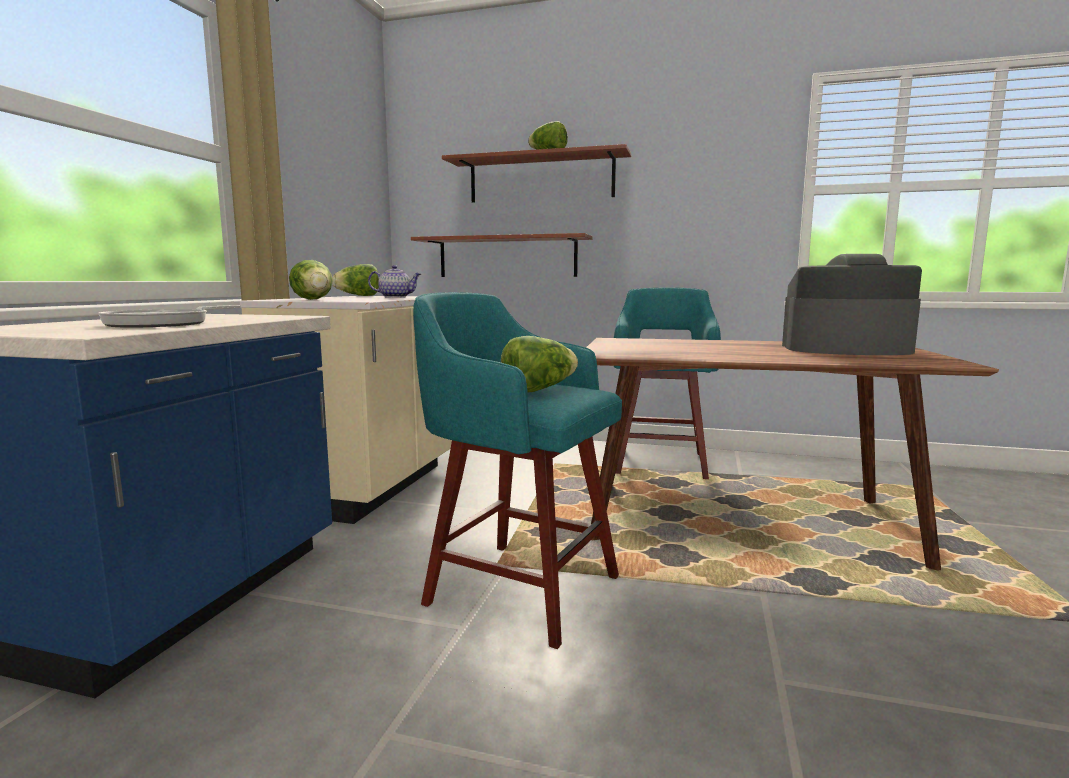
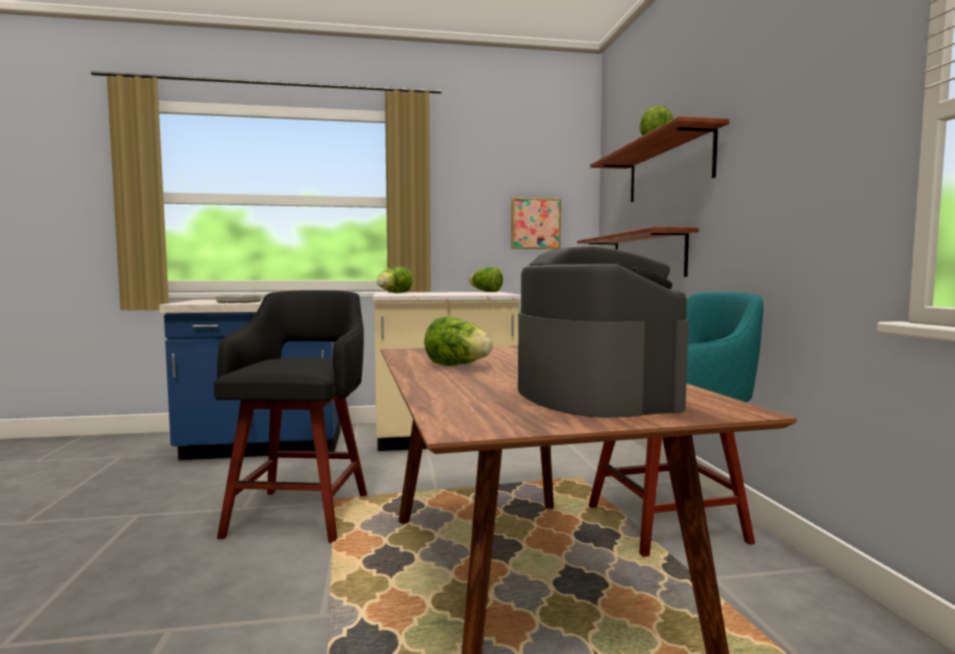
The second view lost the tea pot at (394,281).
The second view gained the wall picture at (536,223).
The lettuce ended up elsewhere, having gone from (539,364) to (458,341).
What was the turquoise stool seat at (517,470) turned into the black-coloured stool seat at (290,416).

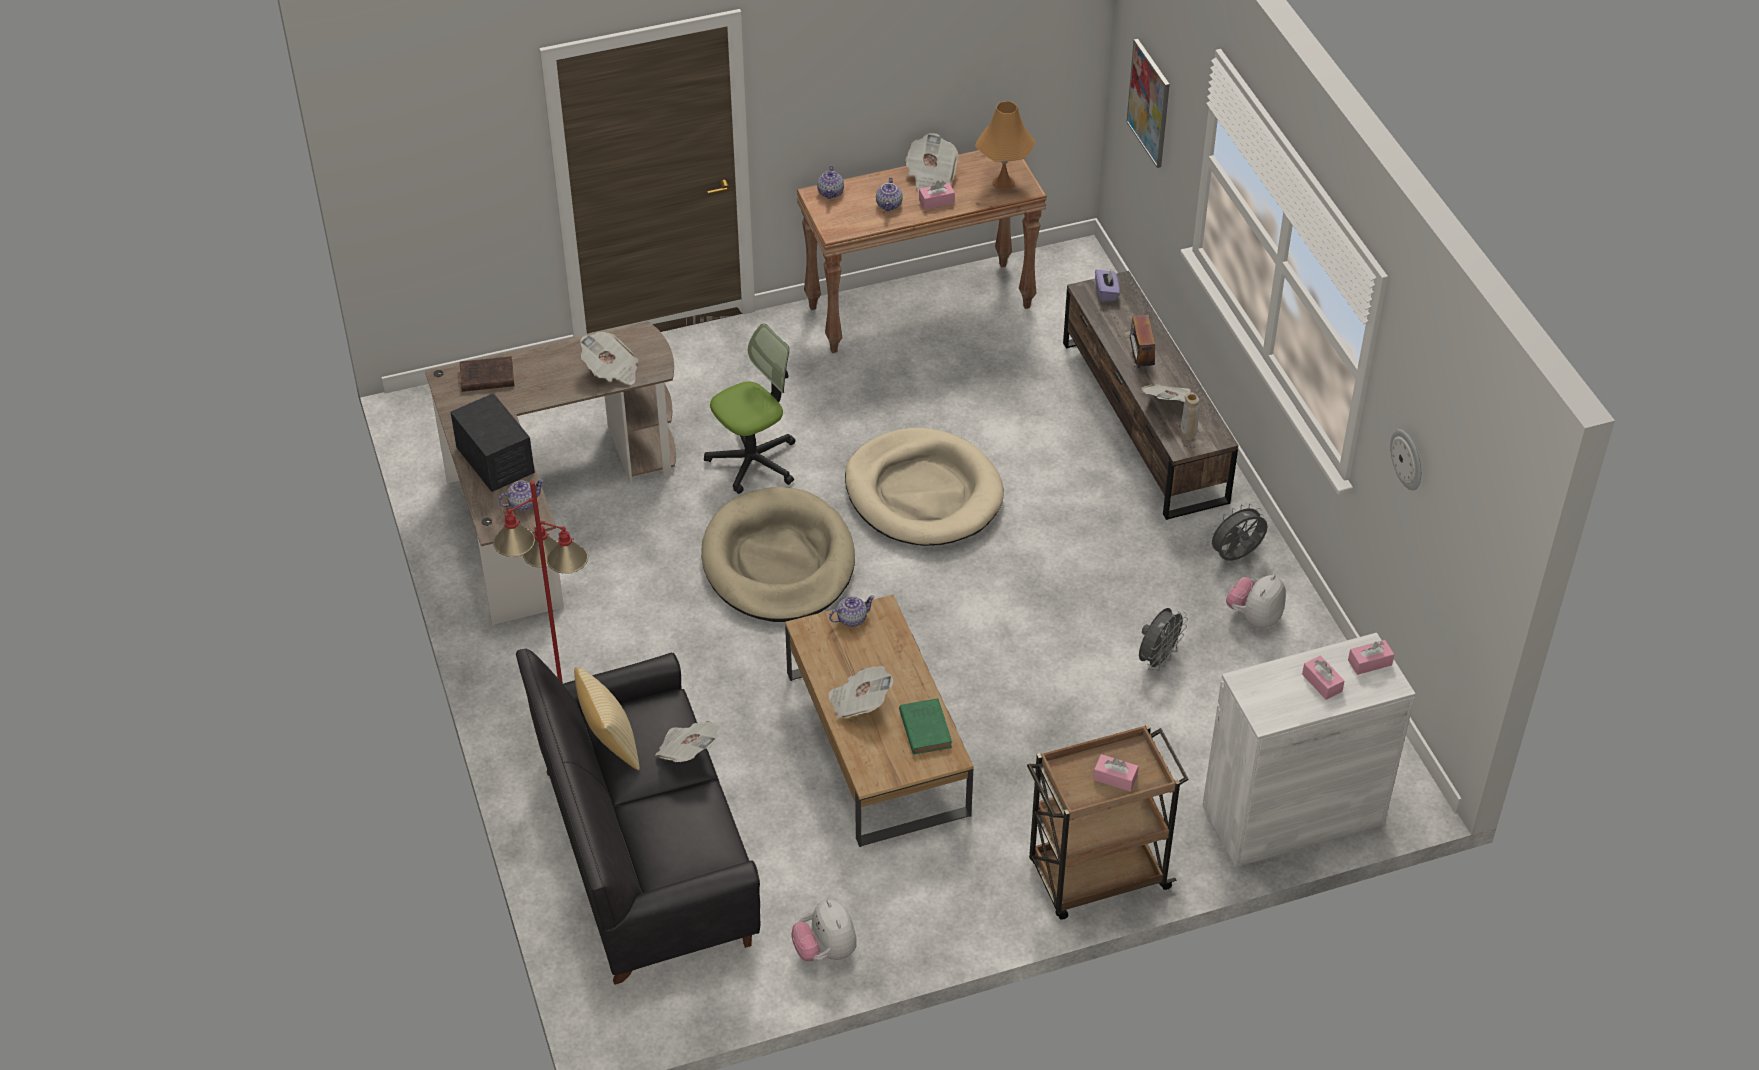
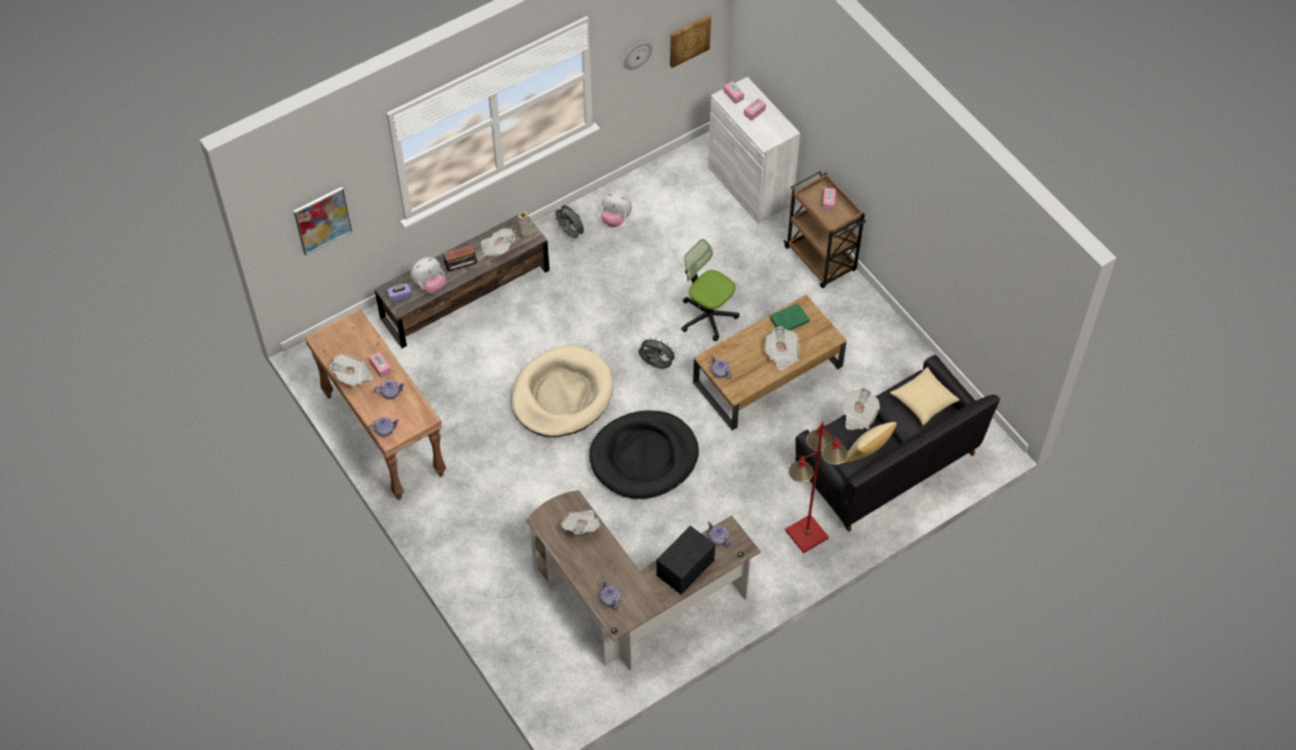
The second view lost the orange tabletop lamp at (1005,145).
The second view gained the wall picture at (690,41).
The second view gained the pillow at (925,396).
The office chair ended up elsewhere, having gone from (749,409) to (710,290).
The cuddly toy ended up elsewhere, having gone from (824,930) to (428,275).
The greyish cooling fan ended up elsewhere, having gone from (1163,639) to (658,352).
Where the brownish book stood at (487,374), the tea pot came to stand at (610,595).
What was the beige pet bed at (778,554) turned into the black-coloured pet bed at (644,454).

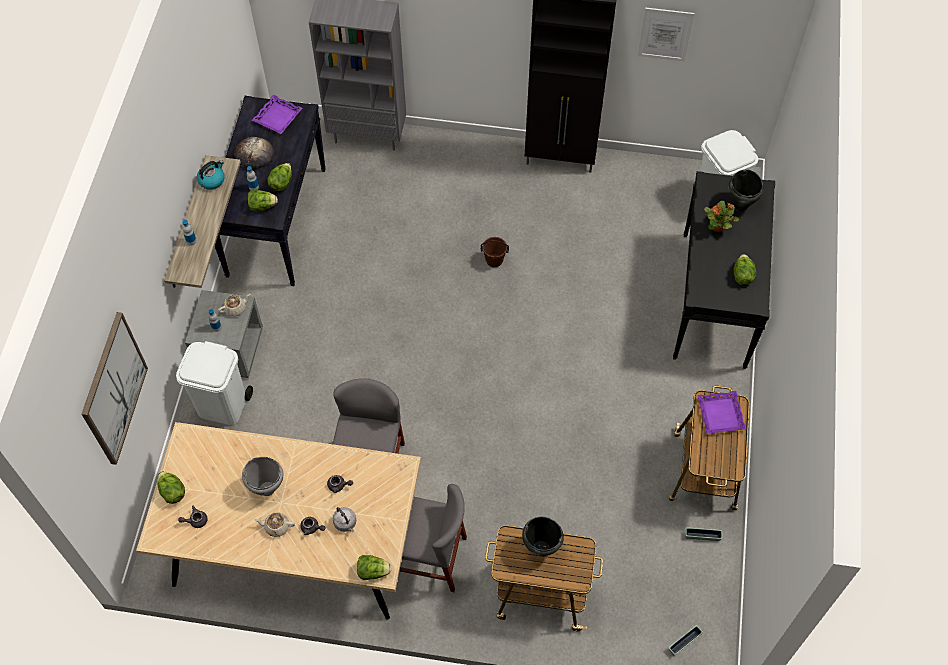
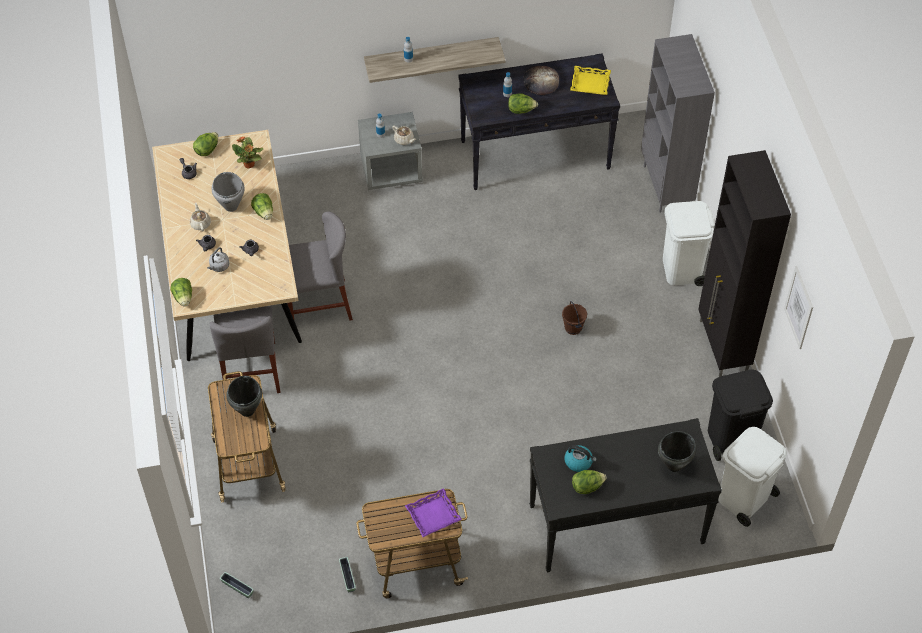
The second view lost the wall picture at (115,388).
The second view gained the black-coloured waste bin at (740,415).
The white waste bin ended up elsewhere, having gone from (214,383) to (689,243).
The tea kettle ended up elsewhere, having gone from (211,175) to (580,458).
The lettuce ended up elsewhere, having gone from (262,201) to (262,206).
The potted plant ended up elsewhere, having gone from (721,216) to (247,153).
What was the purplish serving tray at (277,114) turned into the yellowish serving tray at (590,80).

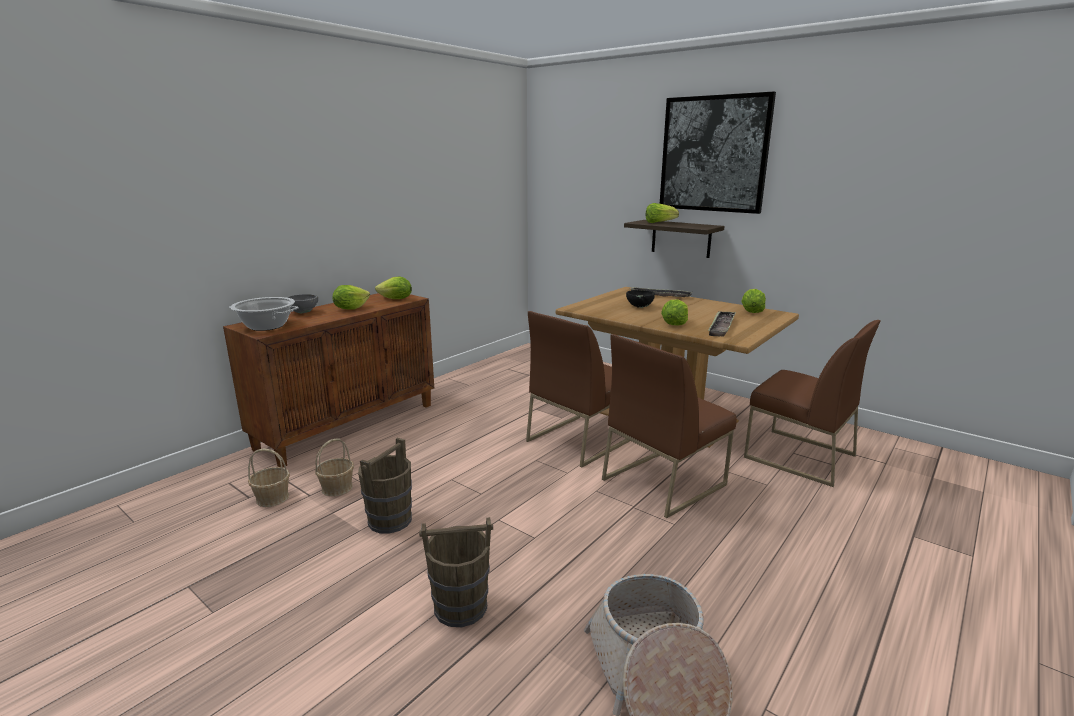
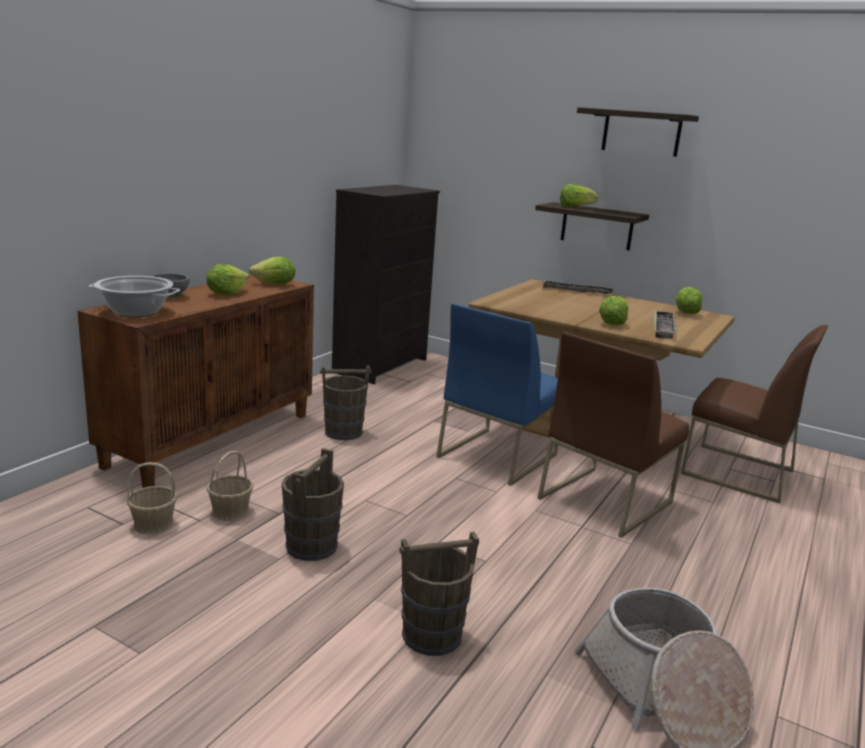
The second view lost the black-coloured bowl at (640,299).
The second view gained the brownish pail at (345,402).
The second view gained the black-coloured dresser at (386,284).
Where the wall picture hung at (718,152), the wall shelf came to hang at (638,132).
What was the brownish upright chair at (578,389) turned into the blue upright chair at (497,395).

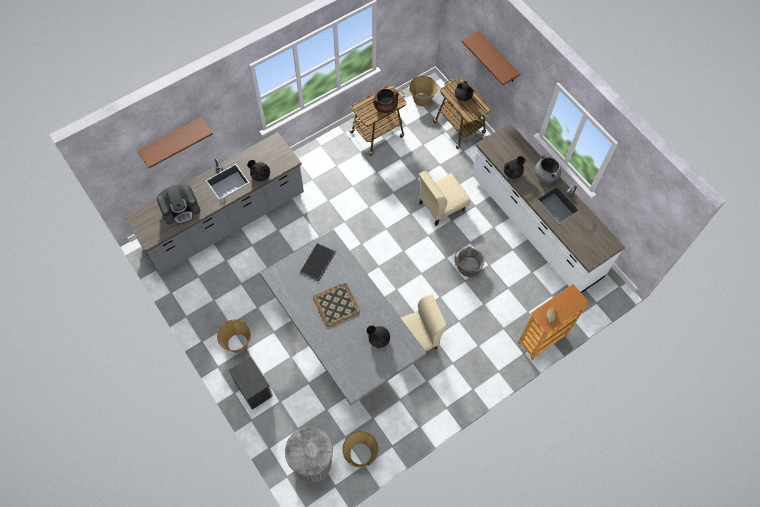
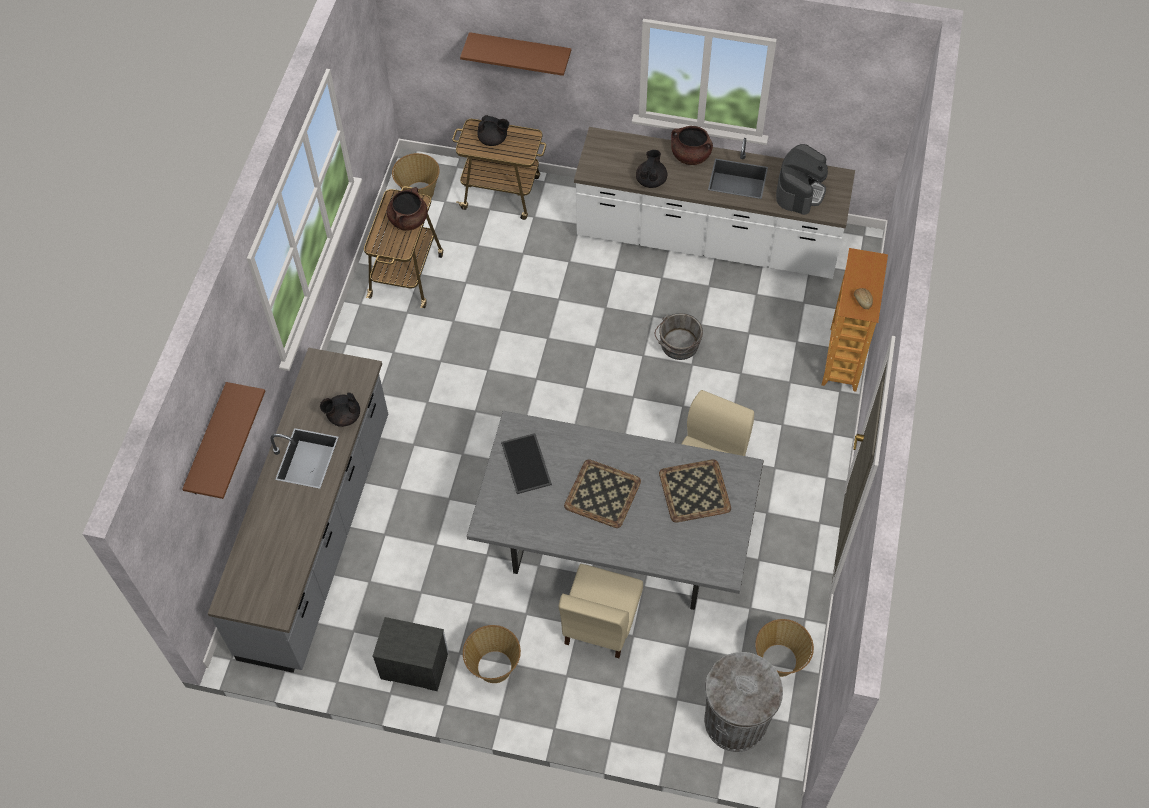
The coffee maker ended up elsewhere, having gone from (179,204) to (802,179).
The nightstand ended up elsewhere, having gone from (250,383) to (410,654).
The beige upright chair ended up elsewhere, having gone from (444,198) to (600,611).
Where the black-coloured tea pot stood at (378,336), the serving tray came to stand at (695,490).
What was the greyish stockpot at (548,168) turned into the brownish stockpot at (692,145).

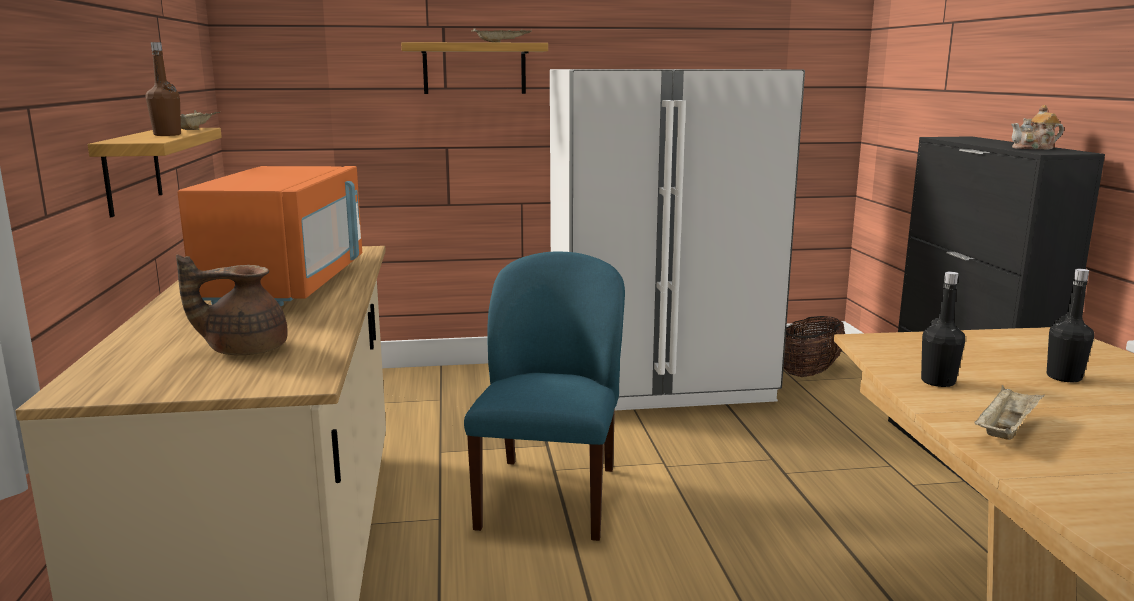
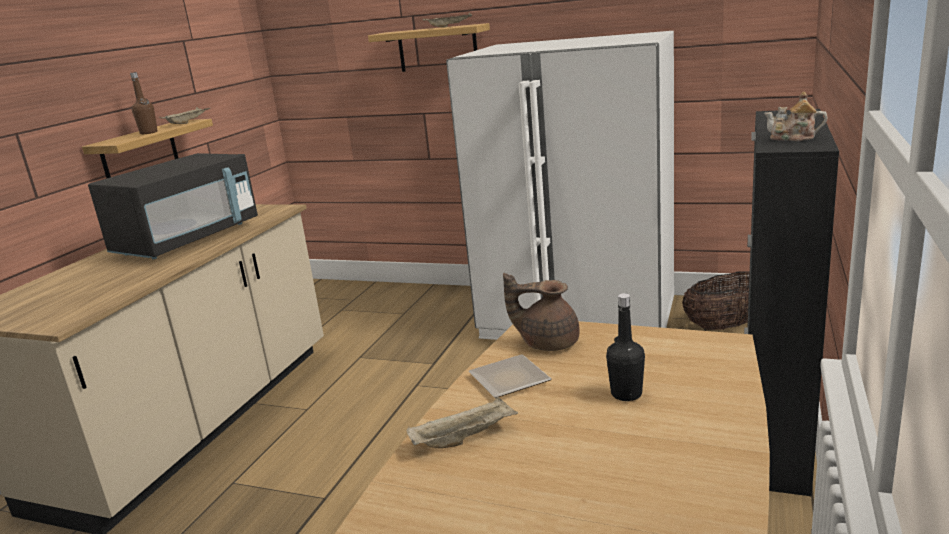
The second view lost the blue upright chair at (544,396).
The brownish tea pot ended up elsewhere, having gone from (232,305) to (541,312).
Where the black-coloured beverage bottle stood at (943,329), the plate came to stand at (510,376).
What was the orange kitchen microwave at (270,236) turned into the black-coloured kitchen microwave at (173,206).

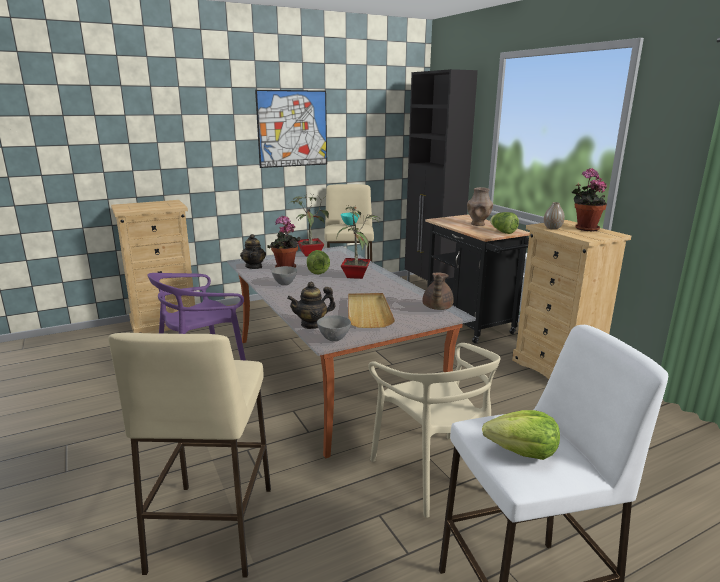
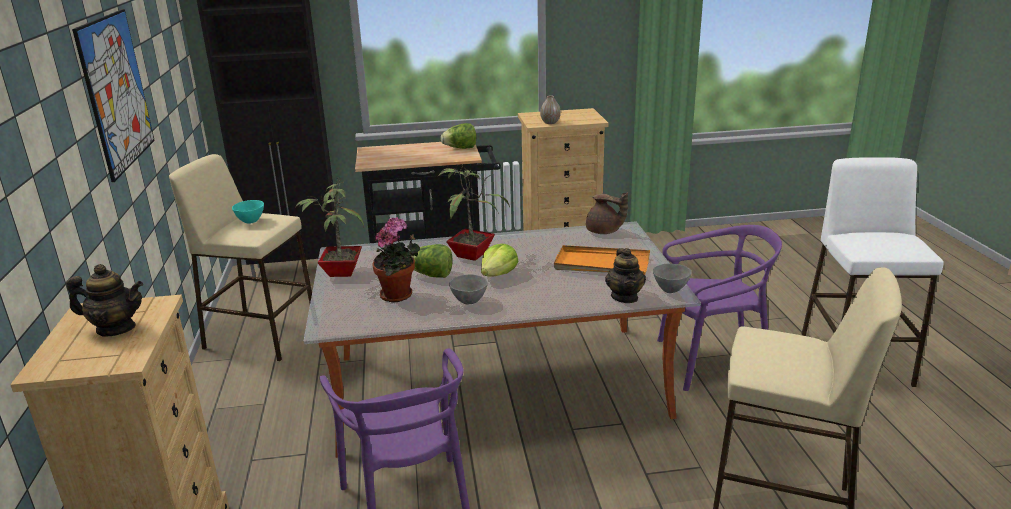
The second view lost the brownish decorative vase at (480,206).
The second view lost the potted plant at (589,199).
The tea pot ended up elsewhere, having gone from (253,251) to (104,300).
The lettuce ended up elsewhere, having gone from (521,435) to (500,260).
What was the beige serving tray at (371,310) turned into the orange serving tray at (602,260).
What was the beige upright chair at (435,430) turned into the purplish upright chair at (719,308).

